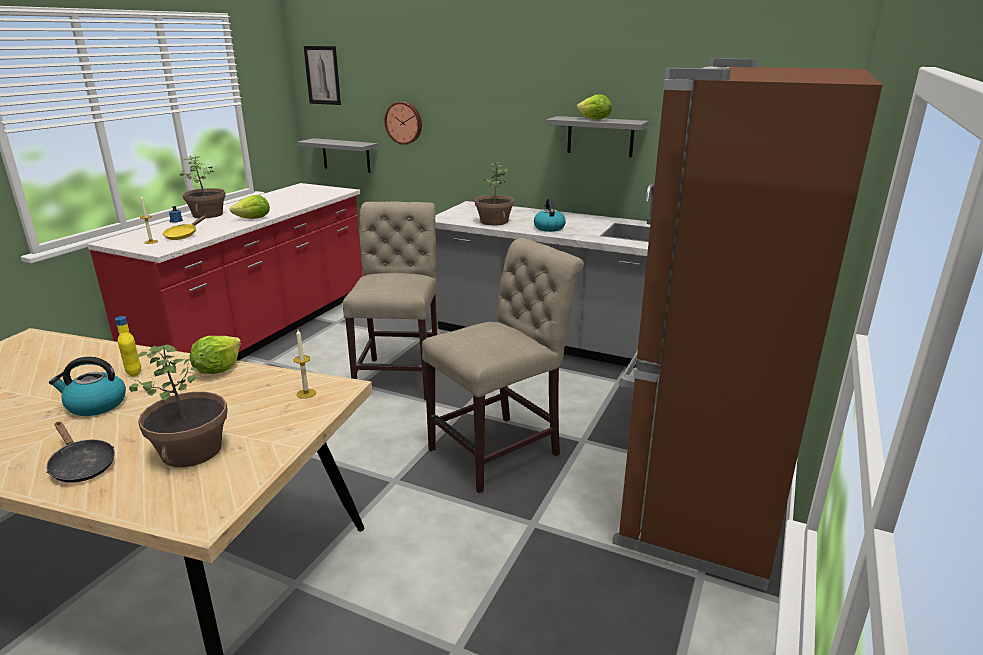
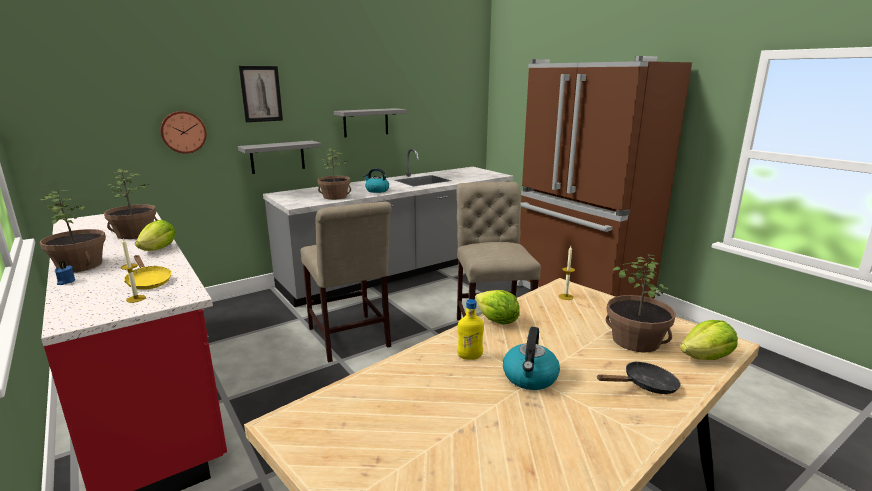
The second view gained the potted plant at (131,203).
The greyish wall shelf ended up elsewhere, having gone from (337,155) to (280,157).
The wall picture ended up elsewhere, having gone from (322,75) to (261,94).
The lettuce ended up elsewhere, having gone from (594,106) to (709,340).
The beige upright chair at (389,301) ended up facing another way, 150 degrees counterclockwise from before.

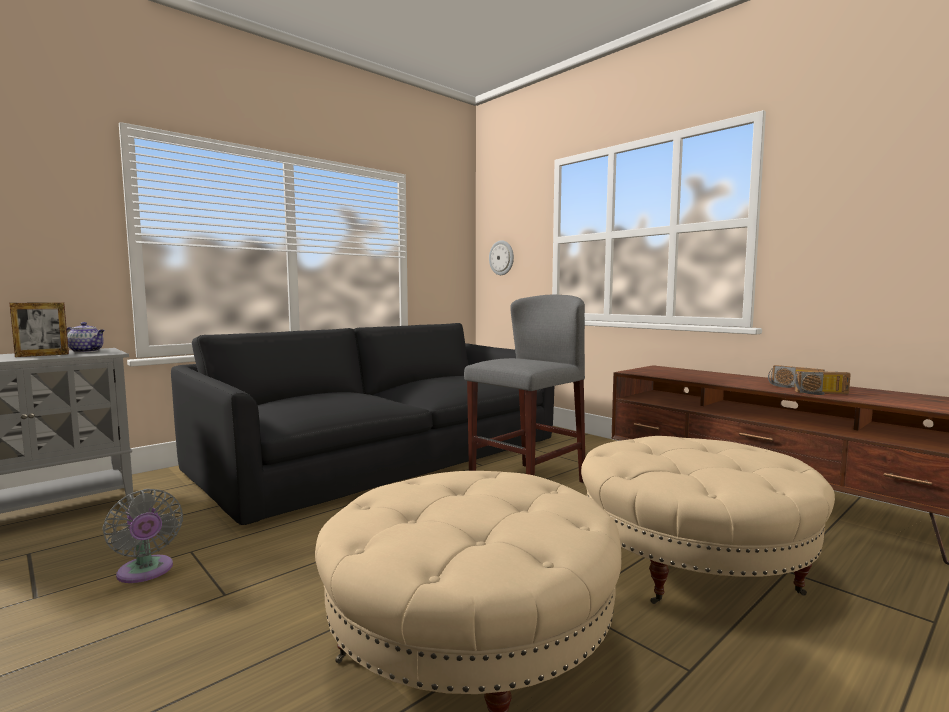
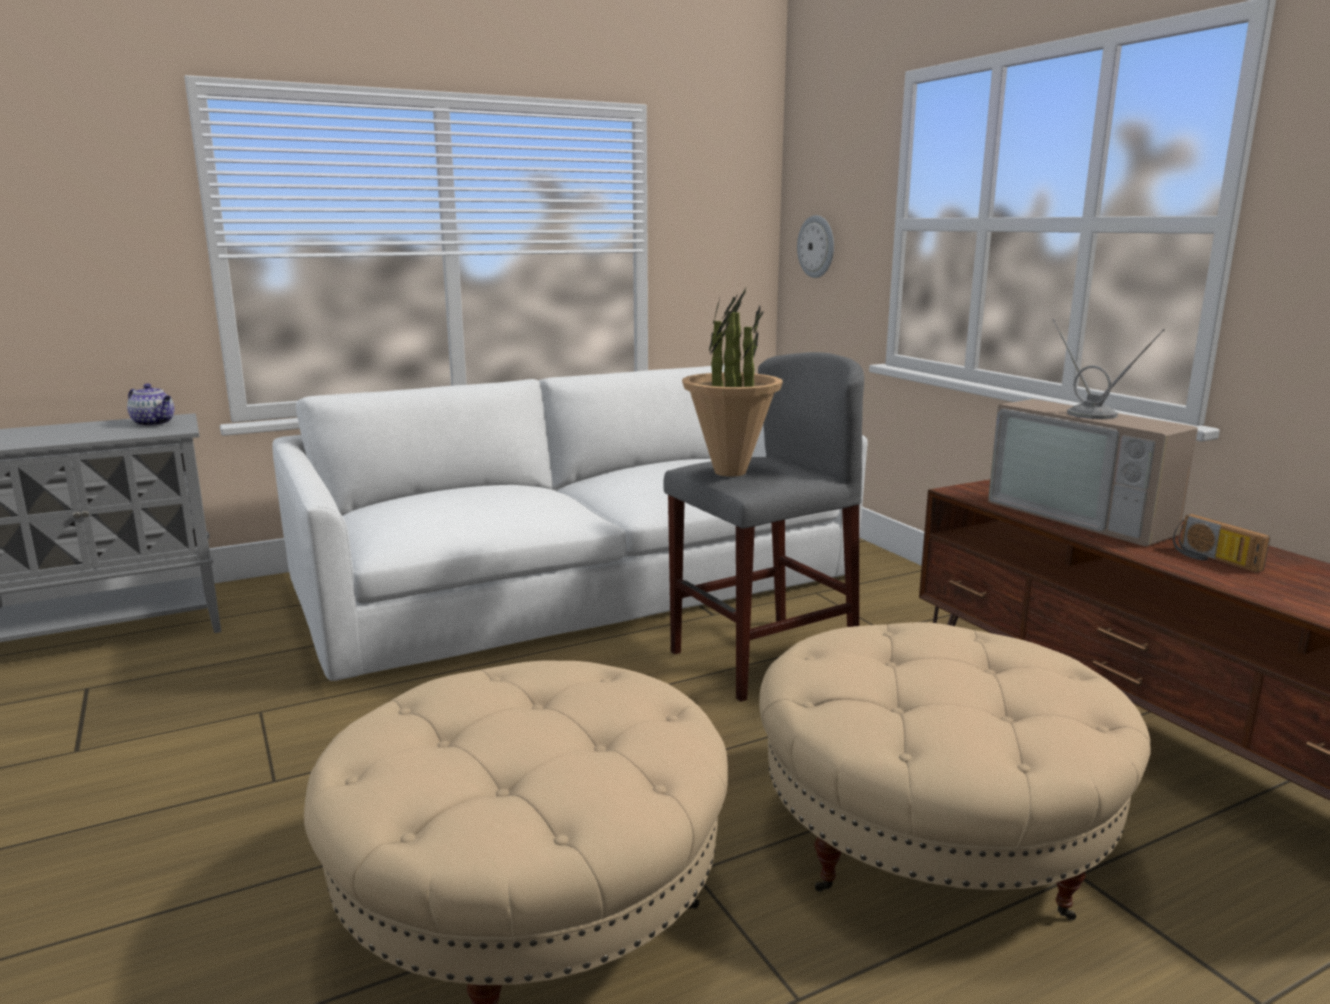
The second view lost the picture frame at (39,329).
The second view lost the greyish cooling fan at (142,536).
The second view lost the radio set at (822,383).
The second view gained the potted plant at (732,381).
The second view gained the television at (1093,432).
What was the black-coloured couch at (362,424) turned into the white couch at (570,522).

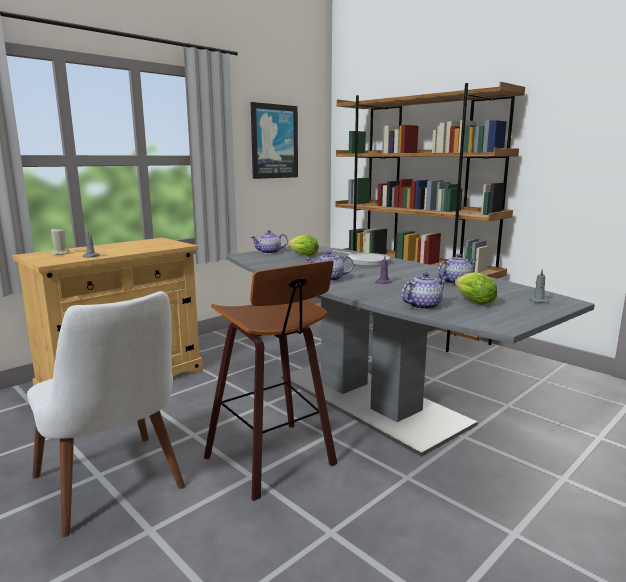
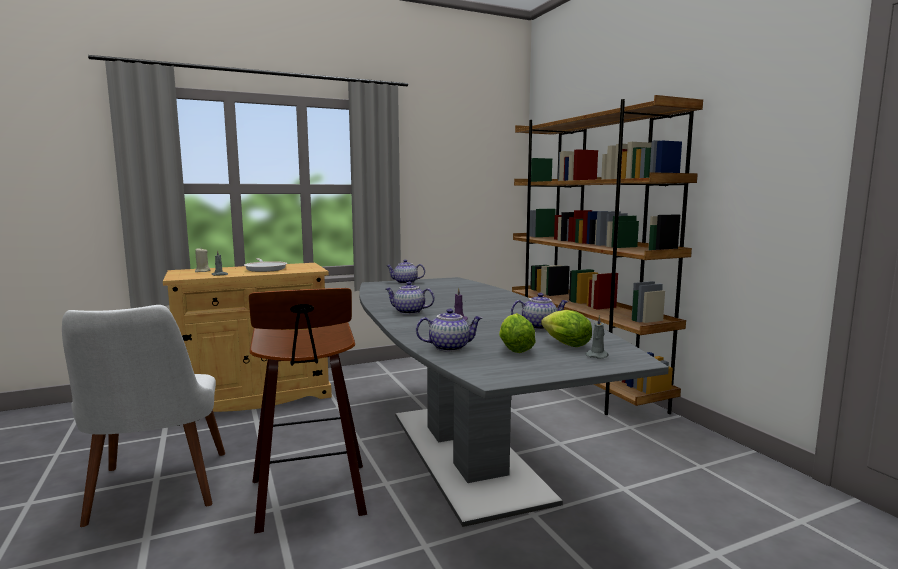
The second view lost the wall picture at (274,140).
The lettuce ended up elsewhere, having gone from (303,245) to (566,328).
The pan ended up elsewhere, having gone from (361,258) to (265,265).

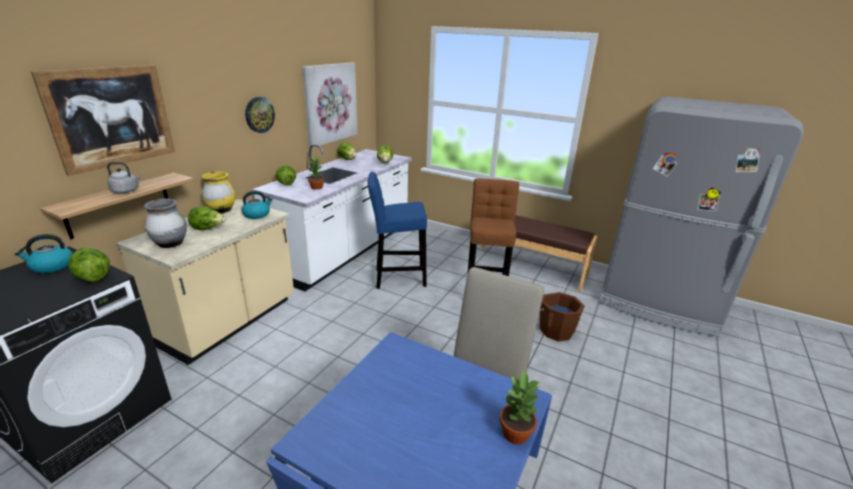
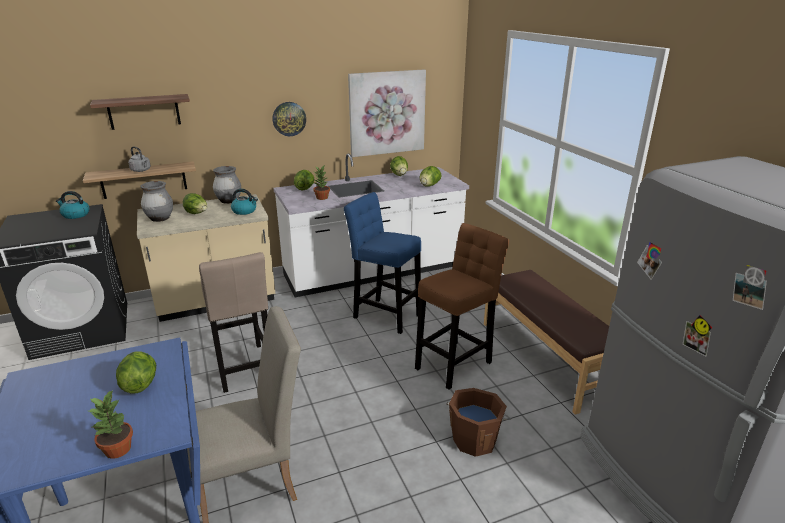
The second view gained the beige stool seat at (233,322).
The lettuce ended up elsewhere, having gone from (89,264) to (136,372).
Where the wall picture hung at (103,120), the wall shelf came to hang at (140,112).
What was the yellowish decorative vase at (218,192) turned into the greyish decorative vase at (227,185).

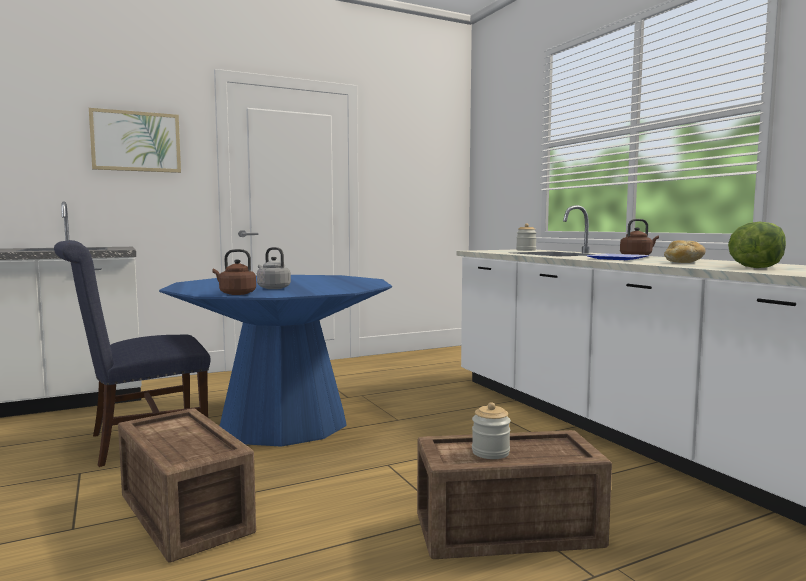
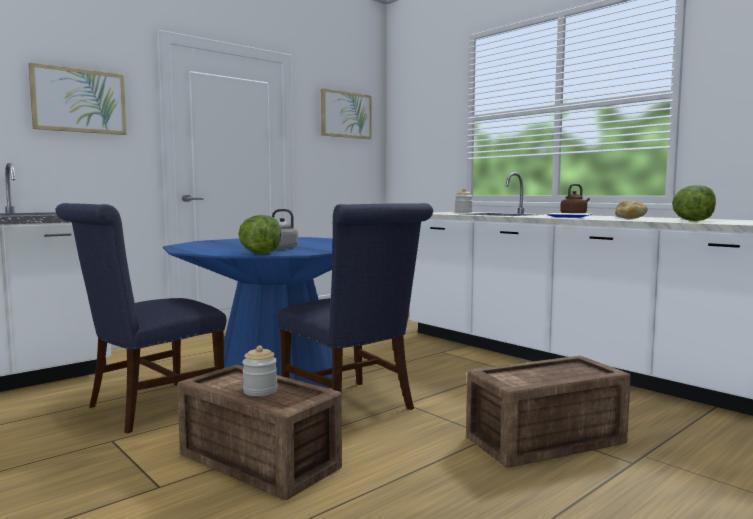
The second view gained the blue upright chair at (355,306).
The second view gained the wall picture at (346,113).
The jar ended up elsewhere, having gone from (491,430) to (260,371).
Where the brownish tea kettle stood at (234,272), the lettuce came to stand at (259,234).

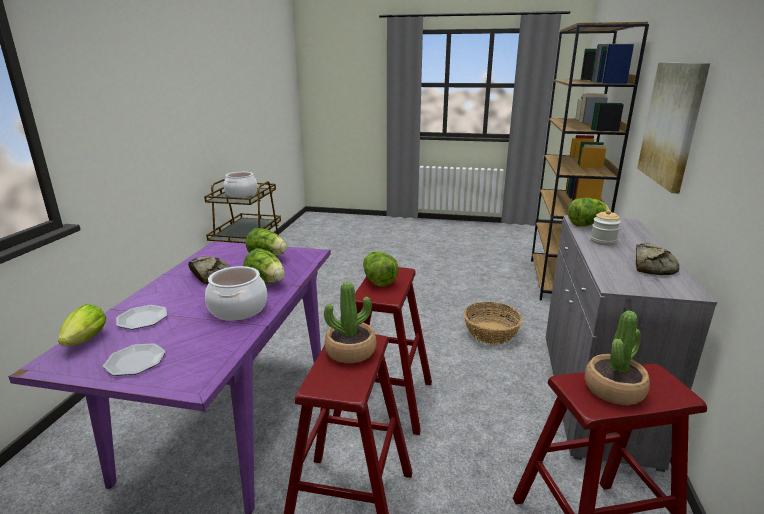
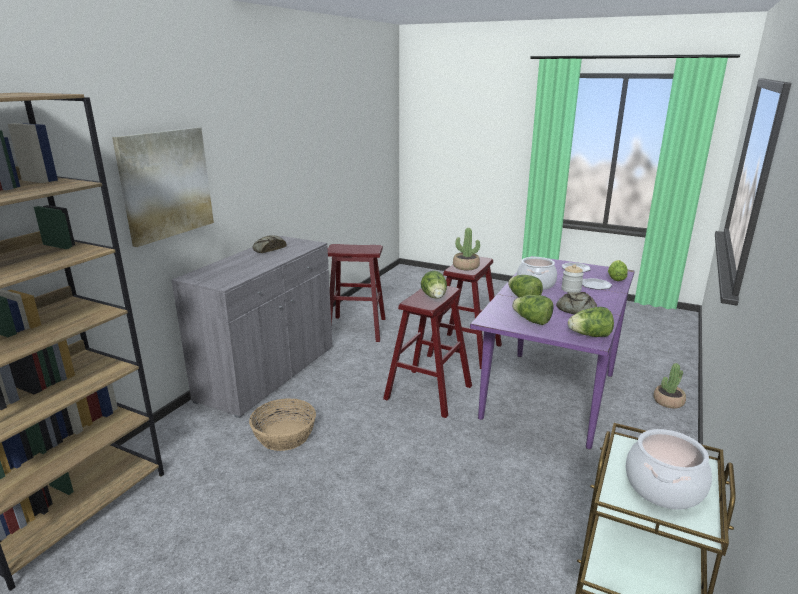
The lettuce ended up elsewhere, having gone from (588,212) to (591,322).
The potted plant ended up elsewhere, having gone from (617,358) to (670,385).
The jar ended up elsewhere, having gone from (605,227) to (572,278).

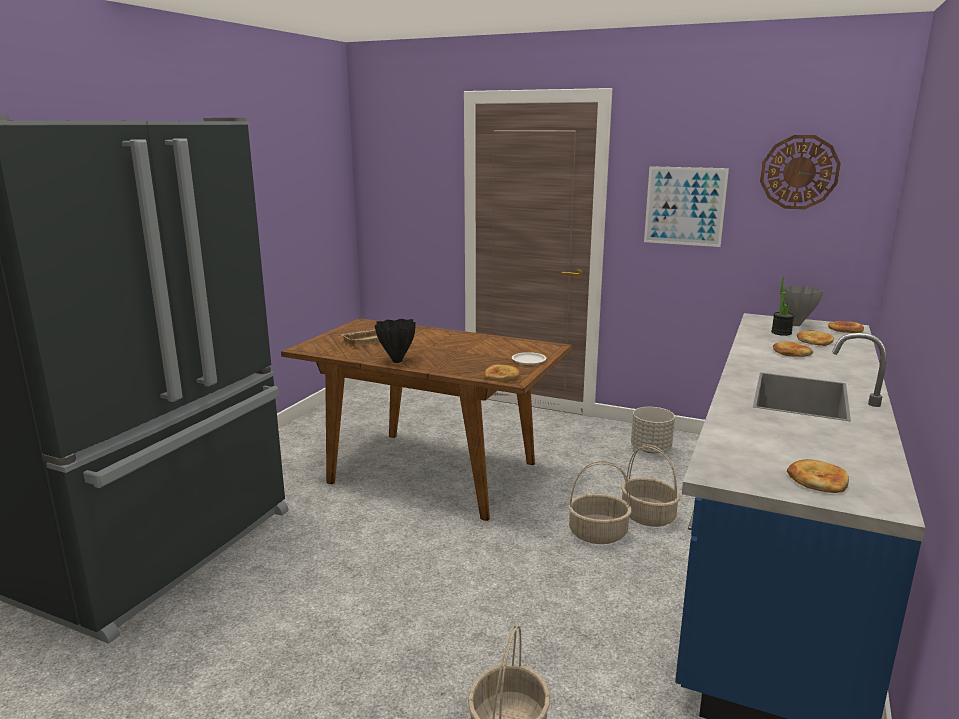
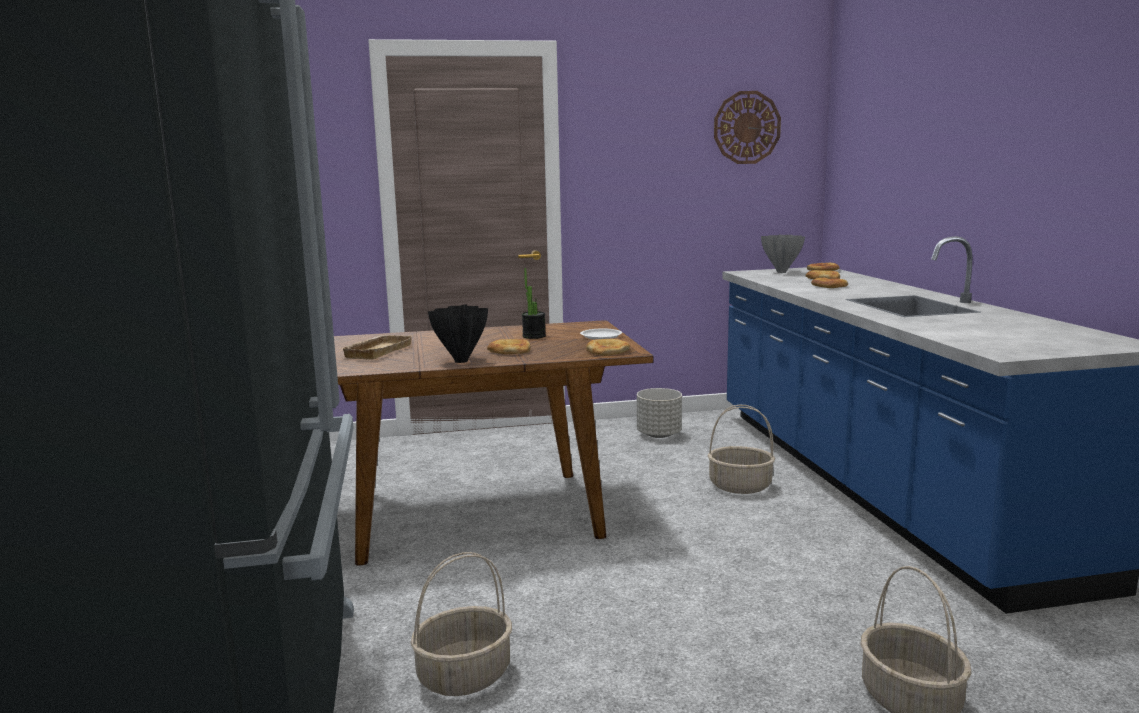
The second view lost the wall picture at (686,206).
The household basket ended up elsewhere, having gone from (599,502) to (461,624).
The potted plant ended up elsewhere, having gone from (782,306) to (534,303).
The bakery bread ended up elsewhere, having gone from (818,476) to (509,346).

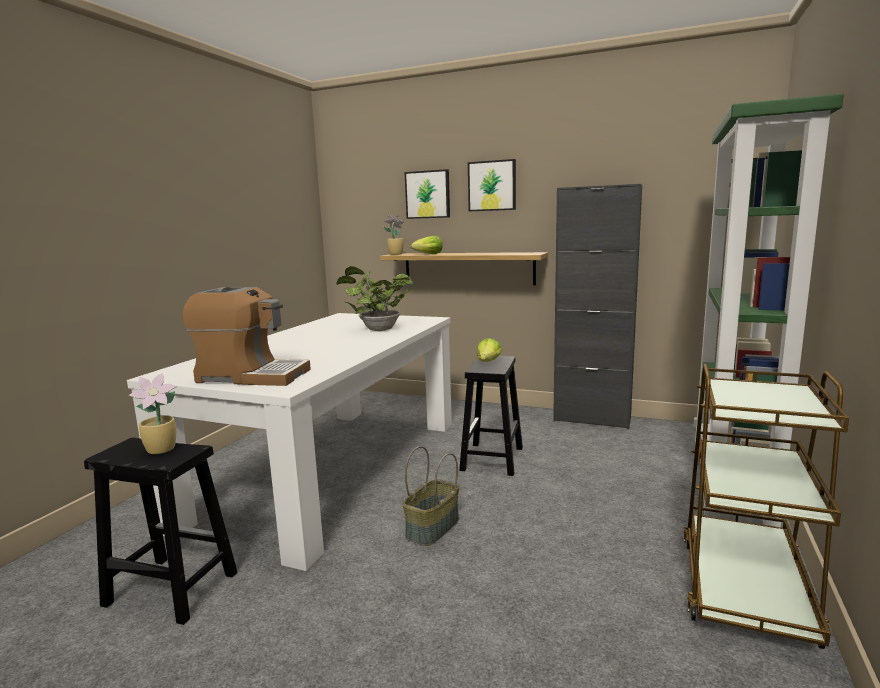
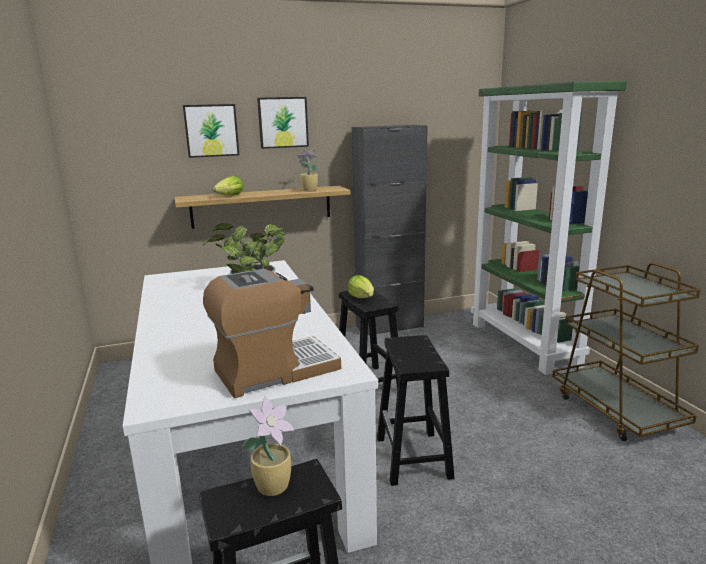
The potted plant ended up elsewhere, having gone from (393,235) to (308,170).
Where the household basket stood at (430,496), the black-coloured stool seat came to stand at (416,410).

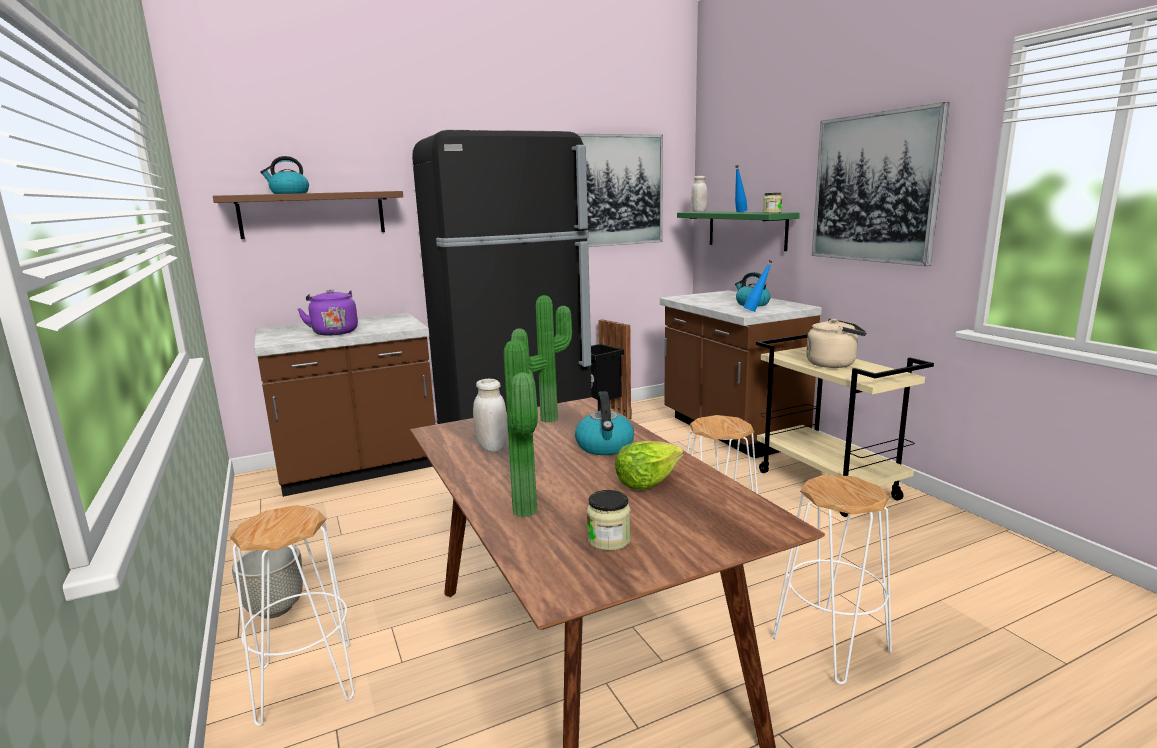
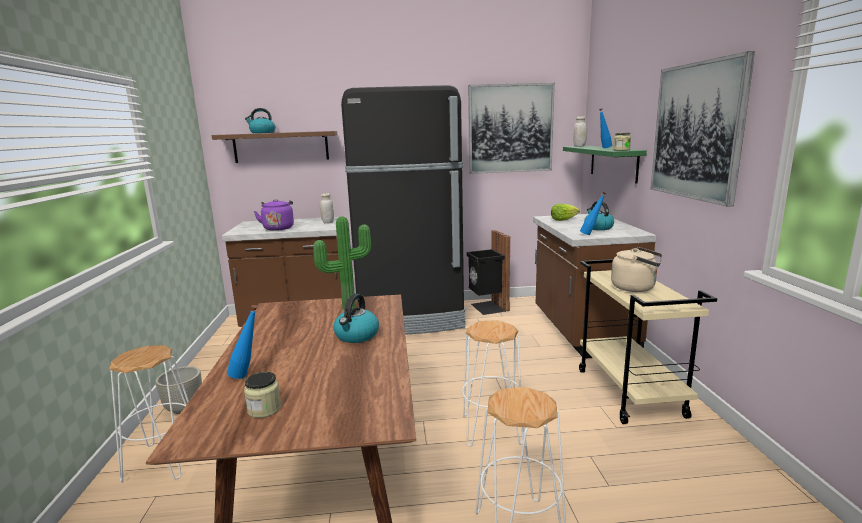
The white jar ended up elsewhere, having gone from (490,415) to (327,208).
The lettuce ended up elsewhere, having gone from (649,465) to (565,212).
Where the potted plant stood at (521,428), the blue beverage bottle came to stand at (242,342).

